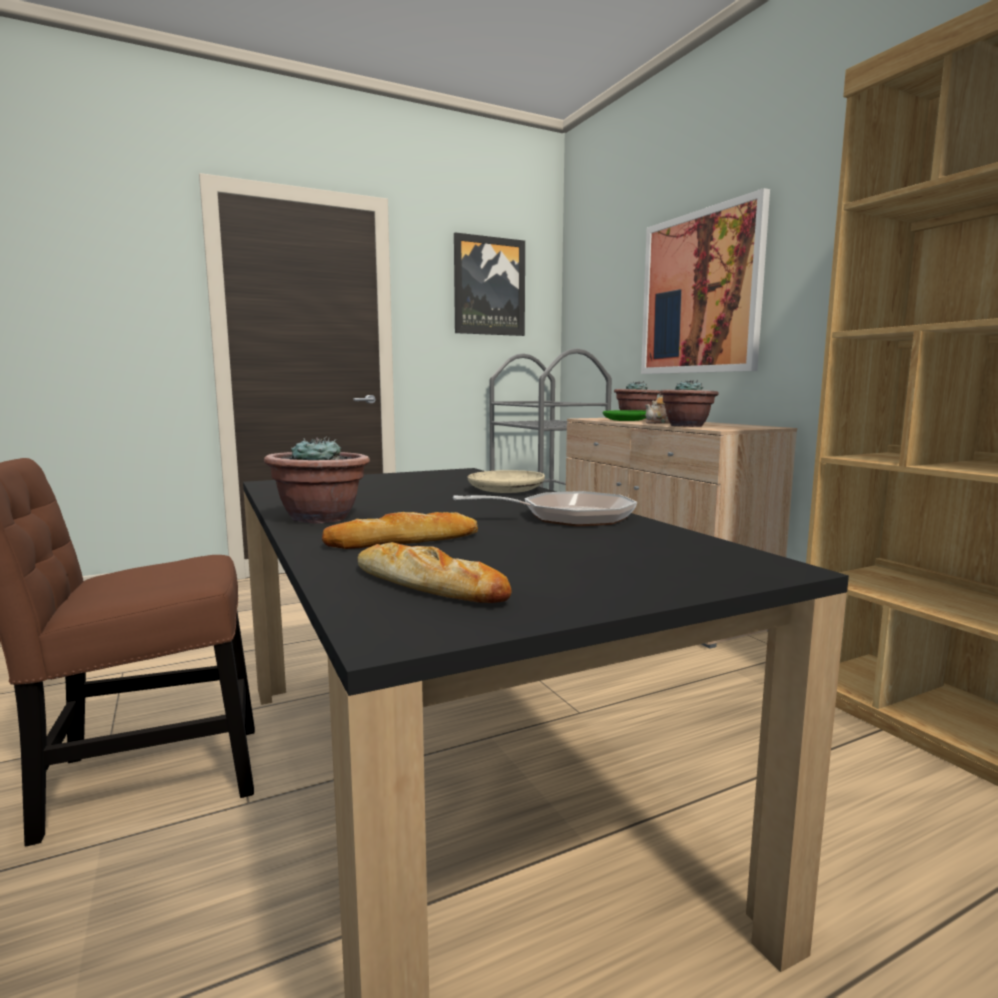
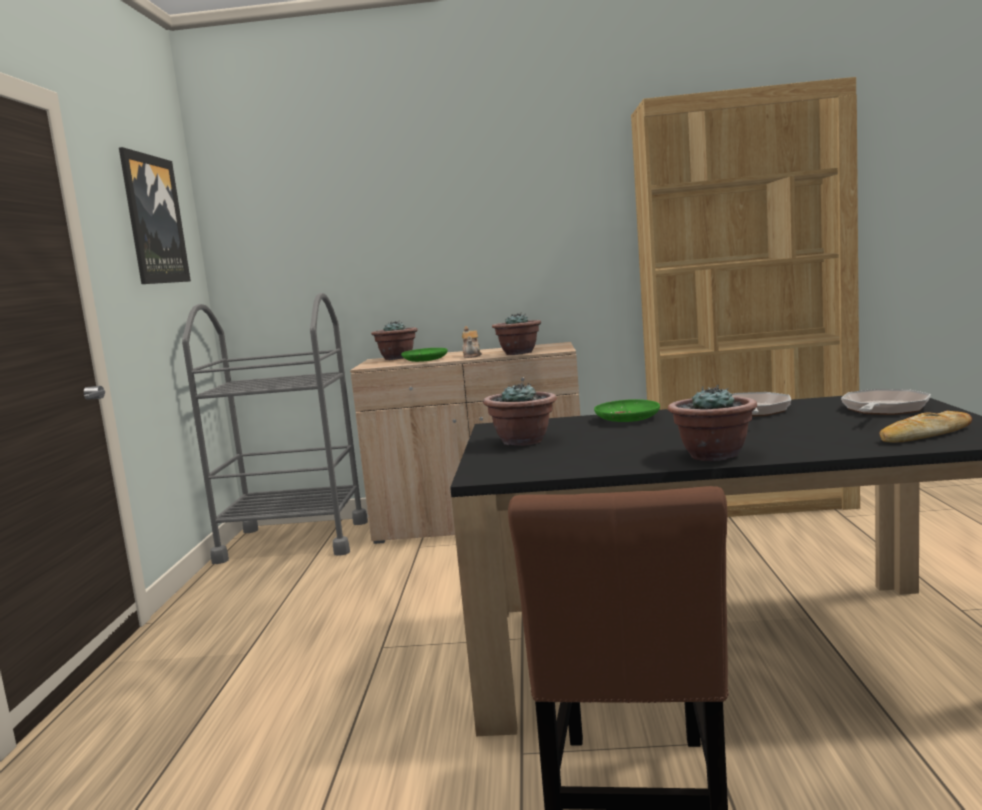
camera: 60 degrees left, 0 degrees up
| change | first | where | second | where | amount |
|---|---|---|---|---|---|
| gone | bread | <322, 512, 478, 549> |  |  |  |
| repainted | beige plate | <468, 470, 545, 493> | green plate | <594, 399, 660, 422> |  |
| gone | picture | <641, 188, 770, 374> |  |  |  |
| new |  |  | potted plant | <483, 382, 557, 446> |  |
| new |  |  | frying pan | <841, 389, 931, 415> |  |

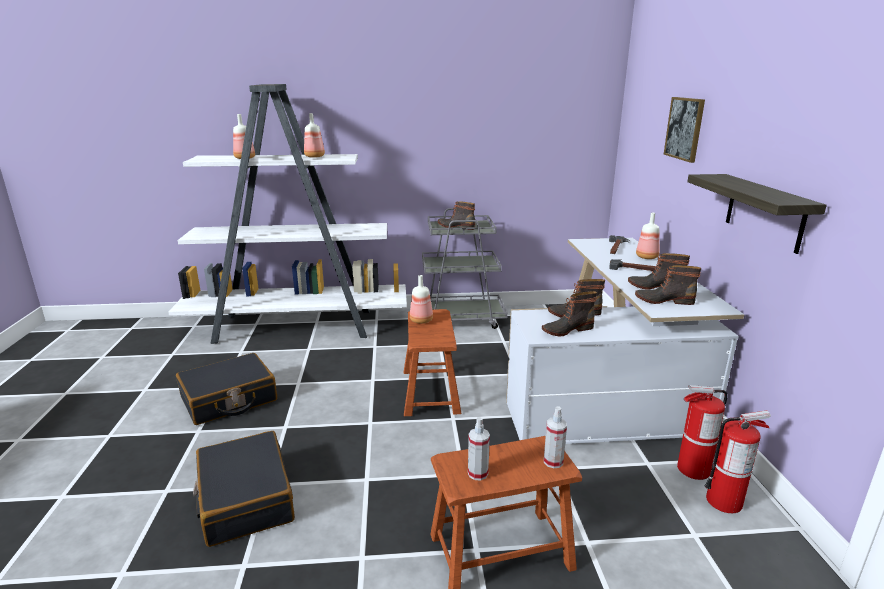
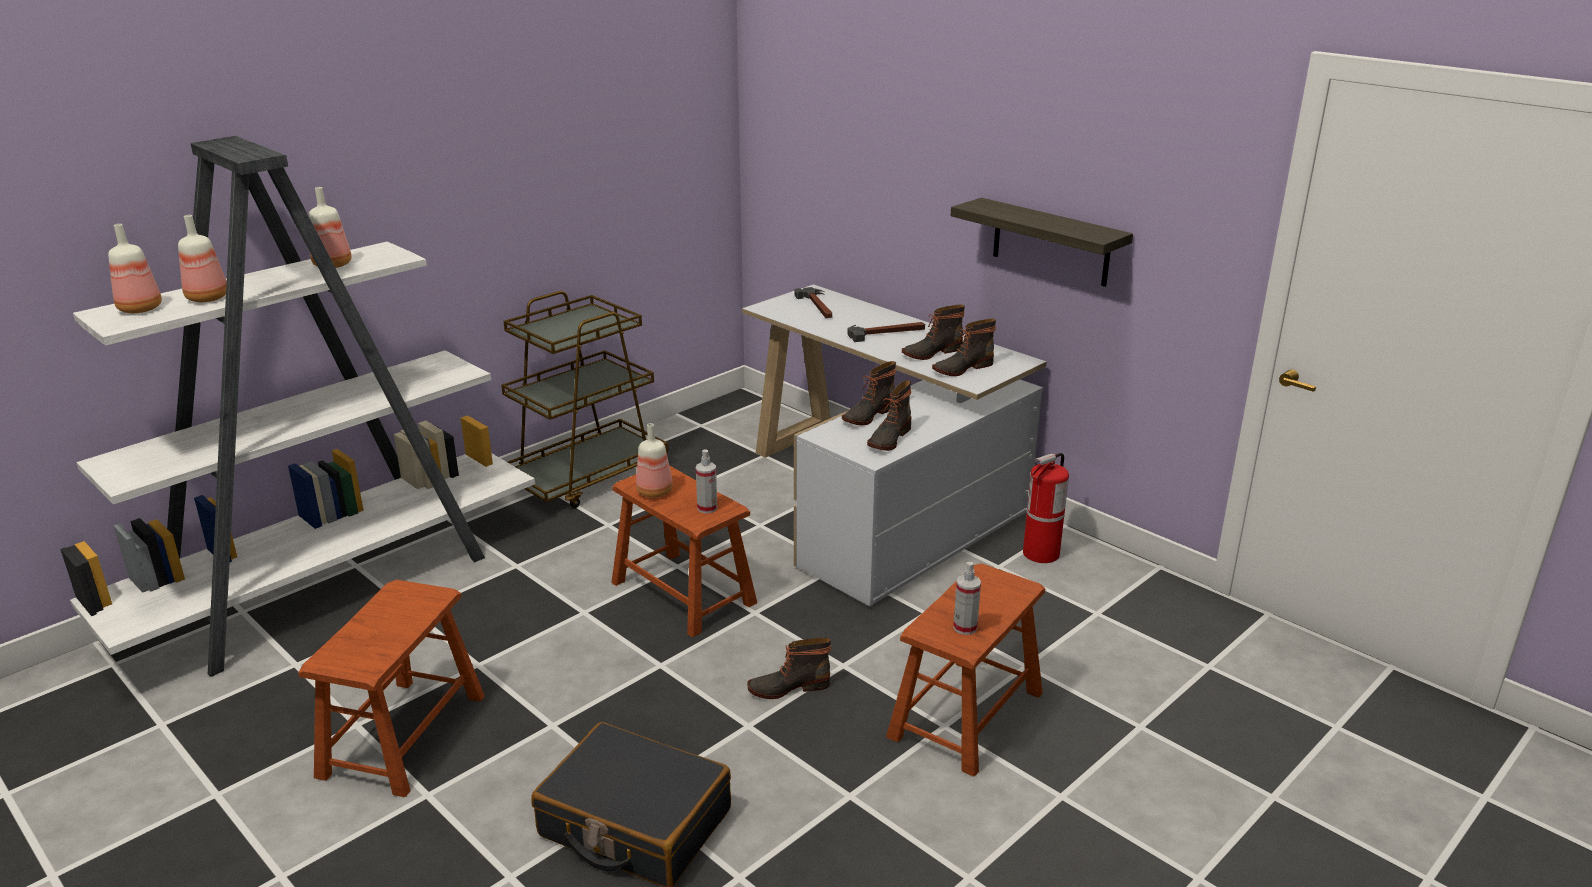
camera: 40 degrees left, 5 degrees up
| change | first | where | second | where | amount |
|---|---|---|---|---|---|
| swapped | black suitcase | <176, 353, 277, 425> | brown stool | <298, 580, 485, 797> |  |
| repainted | grey cart | <422, 208, 508, 329> | brown cart | <501, 291, 669, 508> |  |
| shifted | boot | <438, 201, 475, 230> |  | <747, 637, 831, 699> |  |
| shifted | spray bottle | <544, 406, 567, 468> |  | <696, 449, 717, 513> |  |
| shifted | bottle | <636, 213, 660, 259> |  | <108, 224, 162, 313> |  |
| gone | picture | <664, 97, 705, 163> |  |  |  |
| gone | fire extinguisher | <705, 410, 771, 513> |  |  |  |

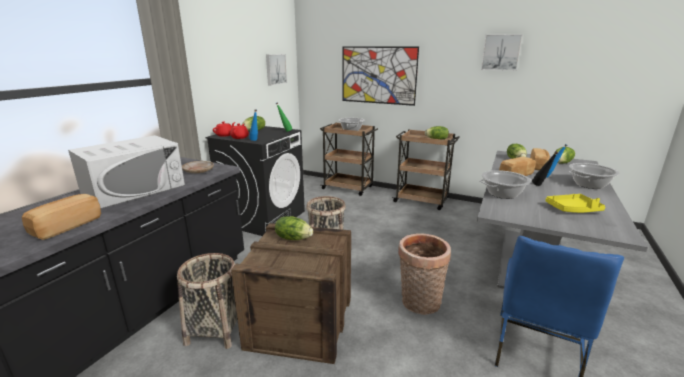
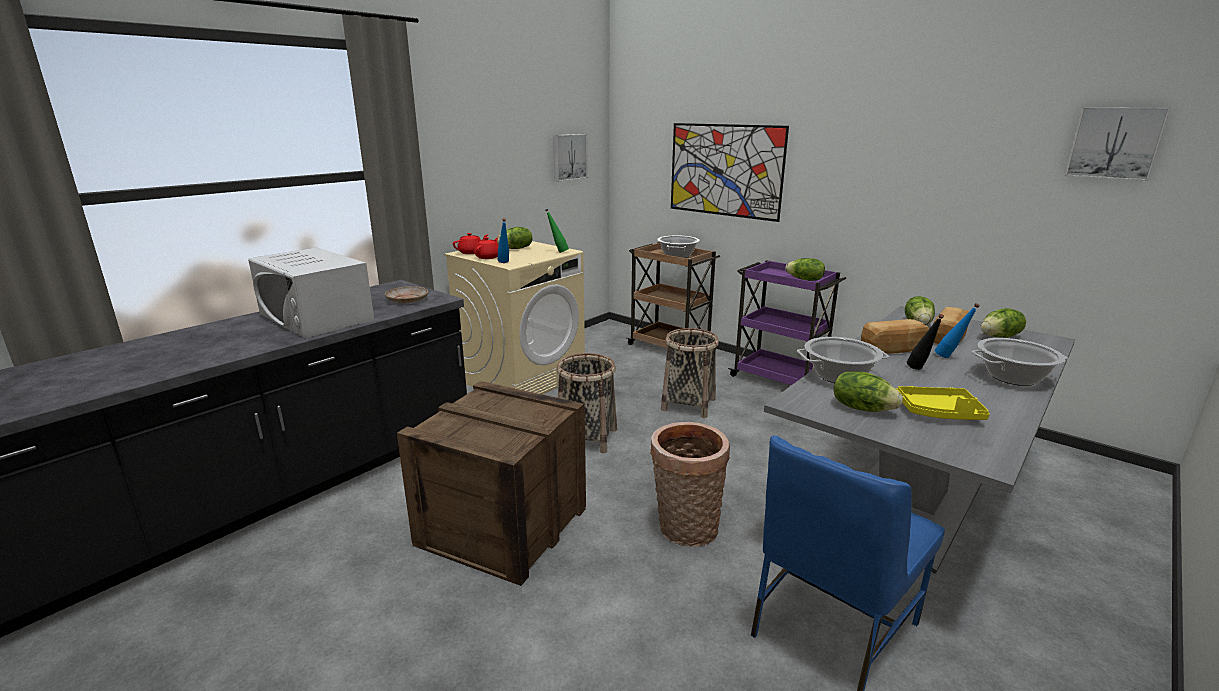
camera: 15 degrees right, 0 degrees up
| change | first | where | second | where | amount |
|---|---|---|---|---|---|
| gone | bread | <22, 194, 101, 240> |  |  |  |
| rotated | white microwave | <68, 135, 185, 209> |  | <248, 247, 374, 338> | 75 degrees clockwise |
| shifted | basket | <177, 253, 237, 349> |  | <661, 328, 719, 418> |  |
| repainted | black washing machine | <205, 126, 305, 236> | beige washing machine | <444, 241, 585, 394> |  |
| shifted | lettuce | <275, 216, 313, 240> |  | <834, 371, 903, 412> |  |
| repainted | brown cart | <392, 129, 460, 210> | purple cart | <728, 260, 846, 385> |  |
| shifted | picture | <481, 34, 523, 71> |  | <1065, 107, 1171, 181> |  |

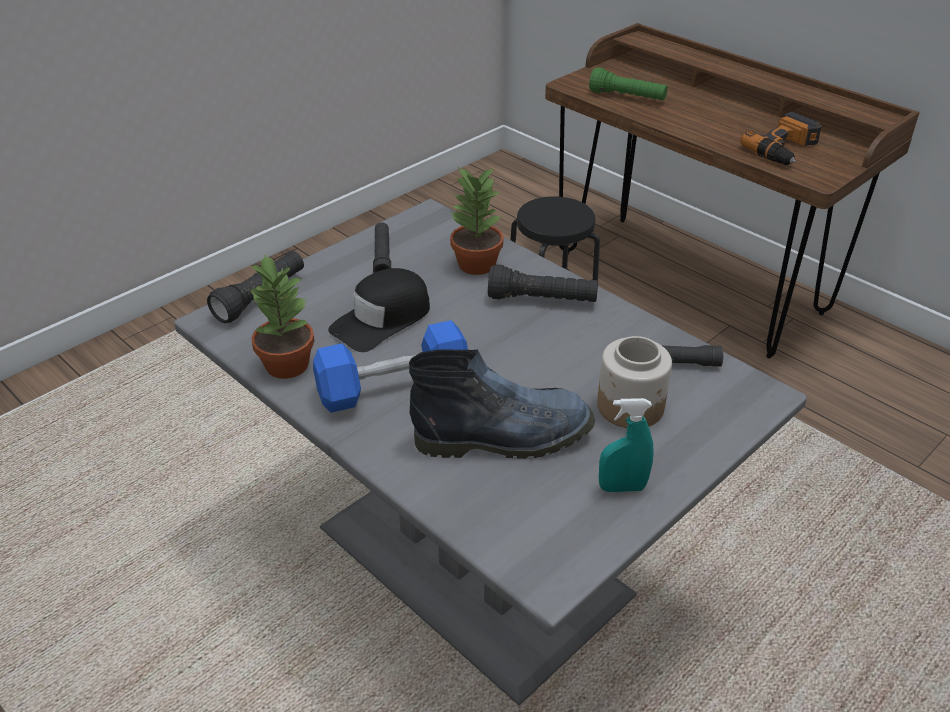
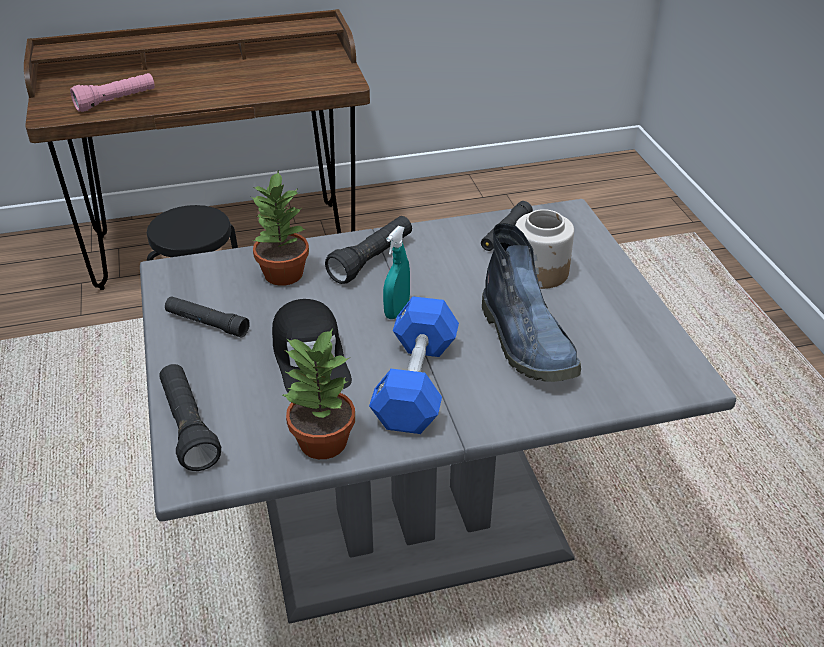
camera: 60 degrees left, 0 degrees up
| change | first | where | second | where | amount |
|---|---|---|---|---|---|
| rotated | boot | <409, 349, 595, 459> |  | <482, 223, 581, 382> | 135 degrees clockwise |
| repainted | green flashlight | <589, 67, 668, 100> | pink flashlight | <70, 73, 155, 112> |  |
| shifted | turquoise spray bottle | <599, 398, 653, 492> |  | <383, 226, 410, 319> |  |
| gone | power drill | <740, 112, 822, 165> |  |  |  |

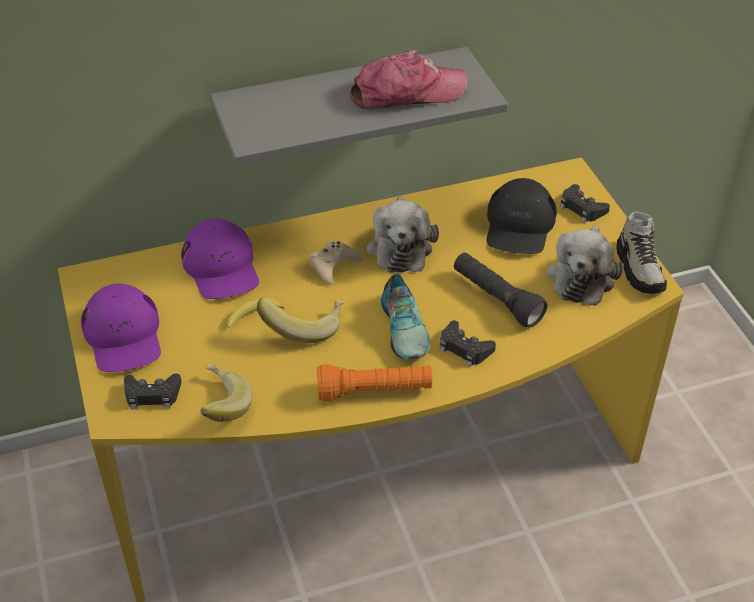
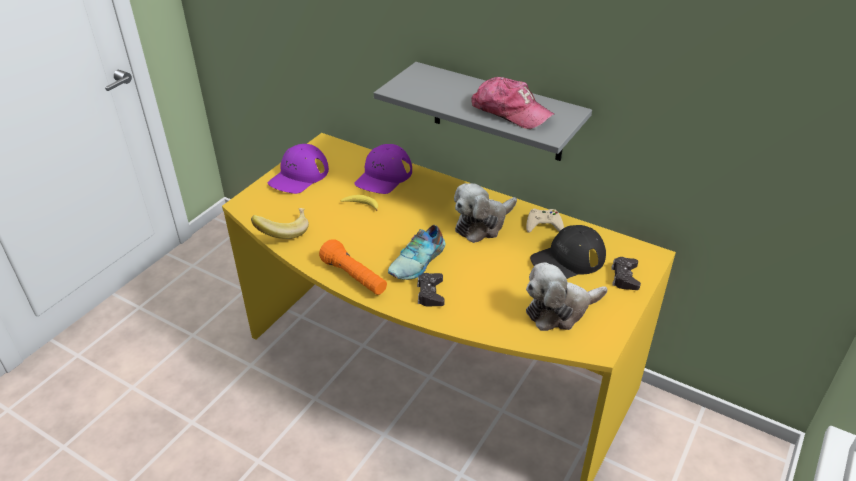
camera: 50 degrees right, 5 degrees down
| change | first | where | second | where | amount |
|---|---|---|---|---|---|
| gone | black game controller | <124, 373, 182, 410> |  |  |  |
| gone | banana | <257, 298, 343, 343> |  |  |  |
| shifted | beige game controller | <309, 240, 362, 285> |  | <526, 209, 564, 233> |  |
| gone | black flashlight | <454, 252, 547, 328> |  |  |  |
| gone | shoe | <616, 211, 667, 294> |  |  |  |

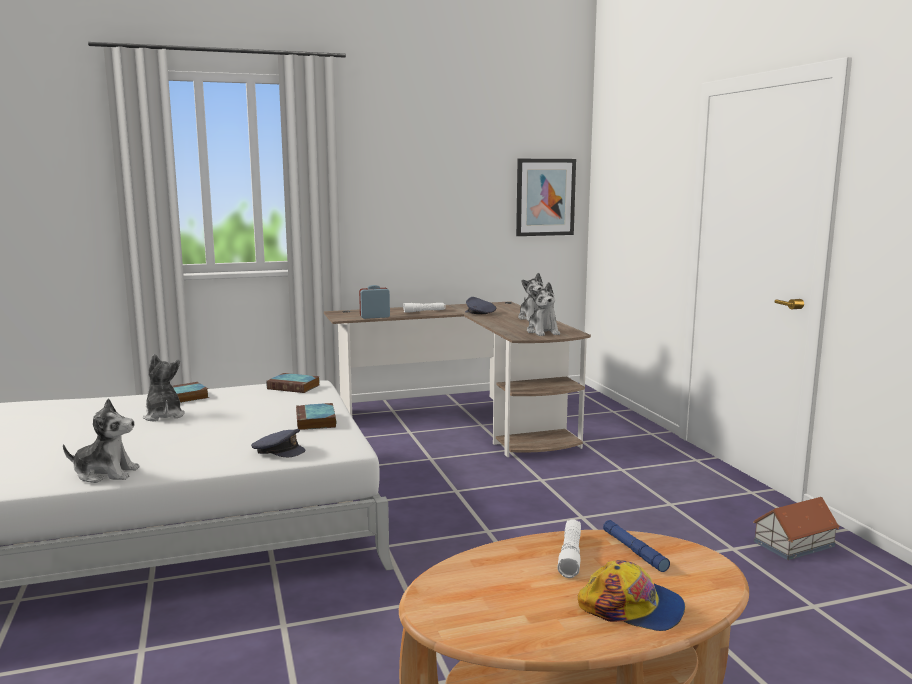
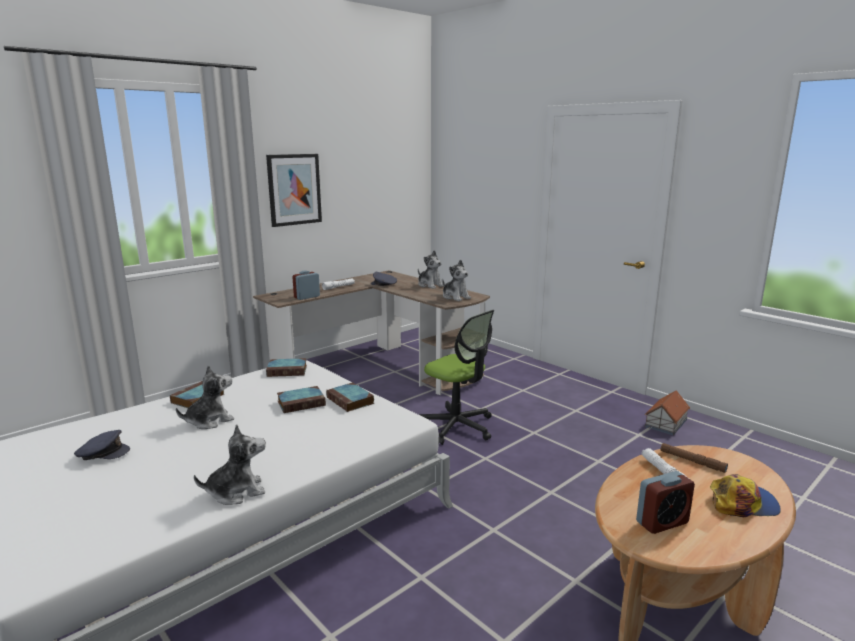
camera: 25 degrees left, 5 degrees up
| change | first | where | second | where | amount |
|---|---|---|---|---|---|
| rotated | plush toy | <143, 354, 185, 422> |  | <176, 365, 234, 429> | 105 degrees clockwise |
| shifted | grey cap | <251, 429, 305, 457> |  | <74, 430, 130, 460> |  |
| shifted | picture | <516, 159, 576, 236> |  | <266, 154, 322, 227> |  |
| repainted | blue flashlight | <603, 520, 670, 572> | brown flashlight | <660, 443, 728, 473> |  |
| new |  |  | book | <277, 386, 326, 413> |  |
| new |  |  | office chair | <419, 310, 494, 445> |  |
| new |  |  | alarm clock | <636, 471, 695, 534> |  |

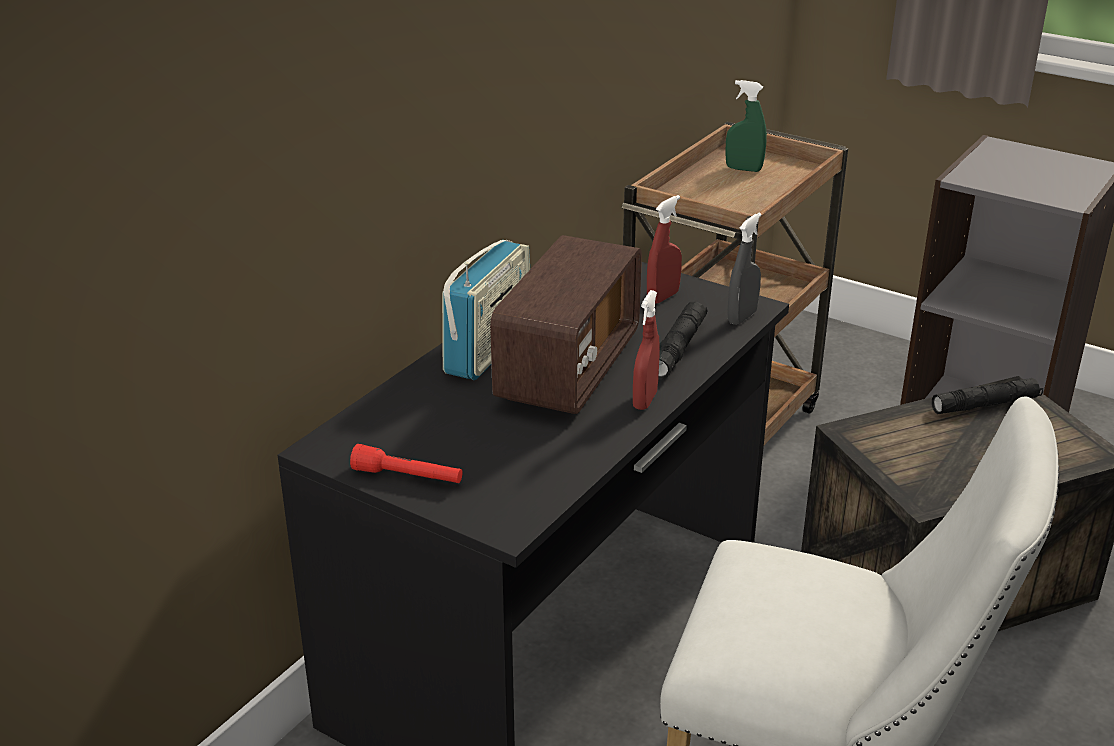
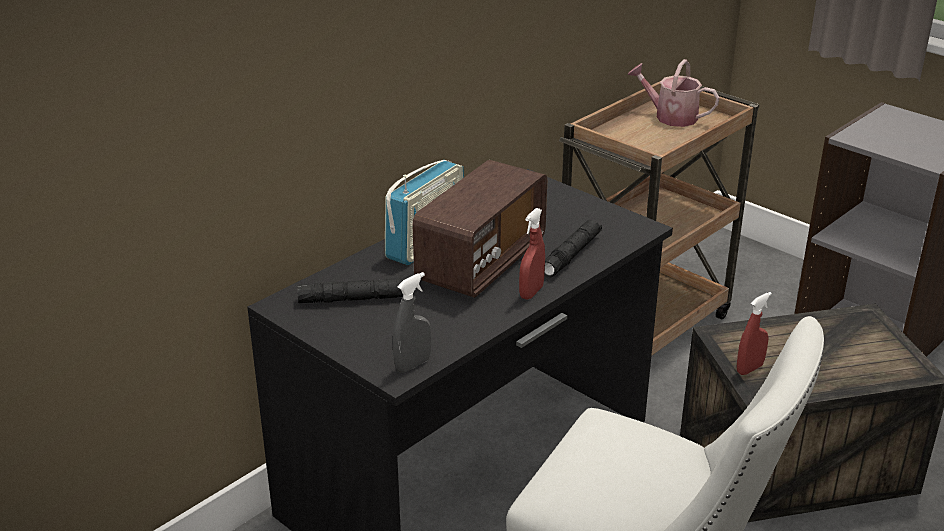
camera: 10 degrees right, 0 degrees up
| change | first | where | second | where | amount |
|---|---|---|---|---|---|
| gone | red flashlight | <350, 444, 462, 483> |  |  |  |
| shifted | red spray bottle | <647, 195, 682, 304> |  | <737, 292, 772, 375> |  |
| swapped | green spray bottle | <725, 80, 767, 172> | watering can | <627, 59, 720, 127> |  |
| shifted | grey spray bottle | <727, 213, 761, 325> |  | <393, 272, 431, 373> |  |
| shifted | black flashlight | <932, 378, 1043, 414> |  | <297, 278, 403, 303> |  |

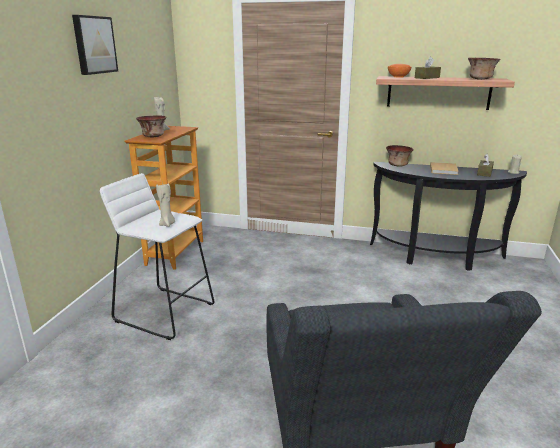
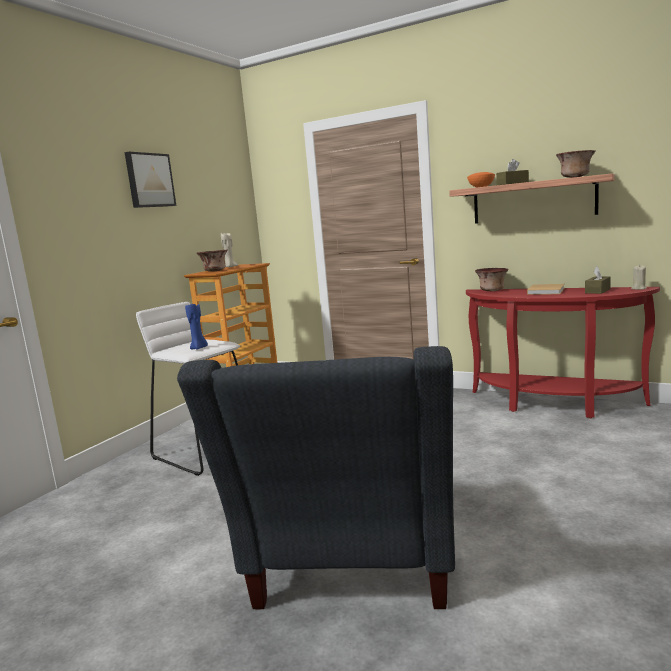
camera: 15 degrees right, 10 degrees down
| change | first | where | second | where | amount |
|---|---|---|---|---|---|
| repainted | beige candle | <156, 183, 175, 227> | blue candle | <185, 304, 208, 349> |  |
| repainted | black console table | <370, 162, 527, 271> | red console table | <466, 287, 660, 418> |  |

